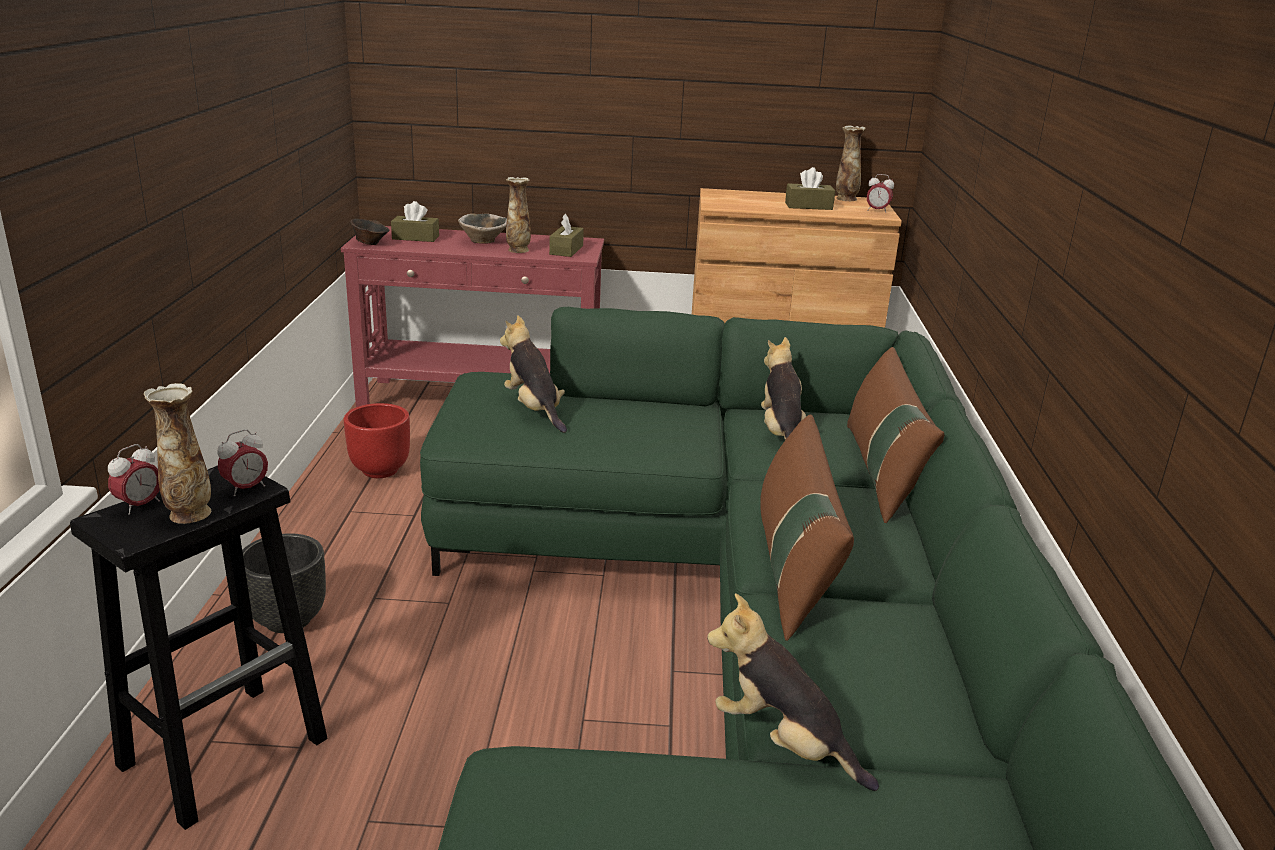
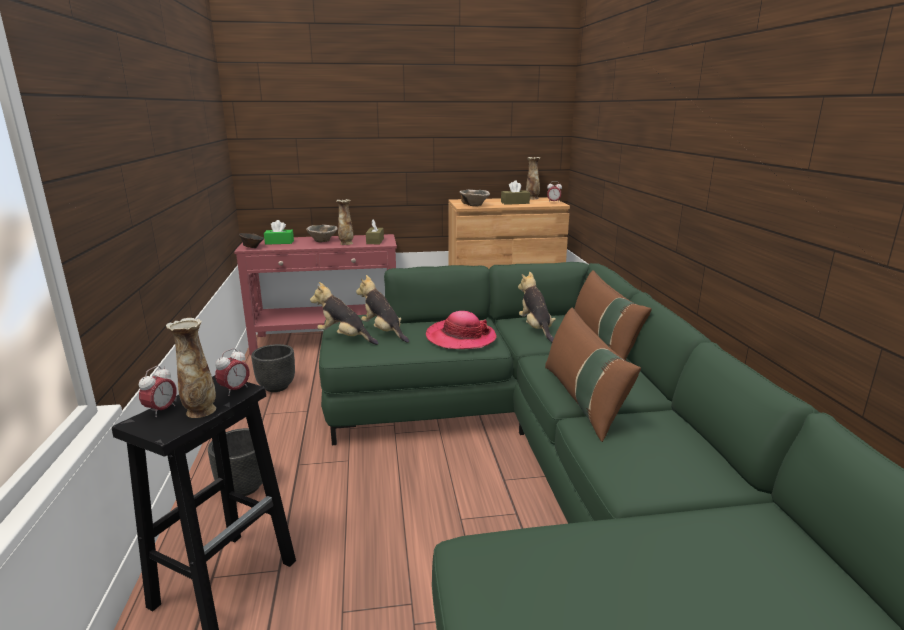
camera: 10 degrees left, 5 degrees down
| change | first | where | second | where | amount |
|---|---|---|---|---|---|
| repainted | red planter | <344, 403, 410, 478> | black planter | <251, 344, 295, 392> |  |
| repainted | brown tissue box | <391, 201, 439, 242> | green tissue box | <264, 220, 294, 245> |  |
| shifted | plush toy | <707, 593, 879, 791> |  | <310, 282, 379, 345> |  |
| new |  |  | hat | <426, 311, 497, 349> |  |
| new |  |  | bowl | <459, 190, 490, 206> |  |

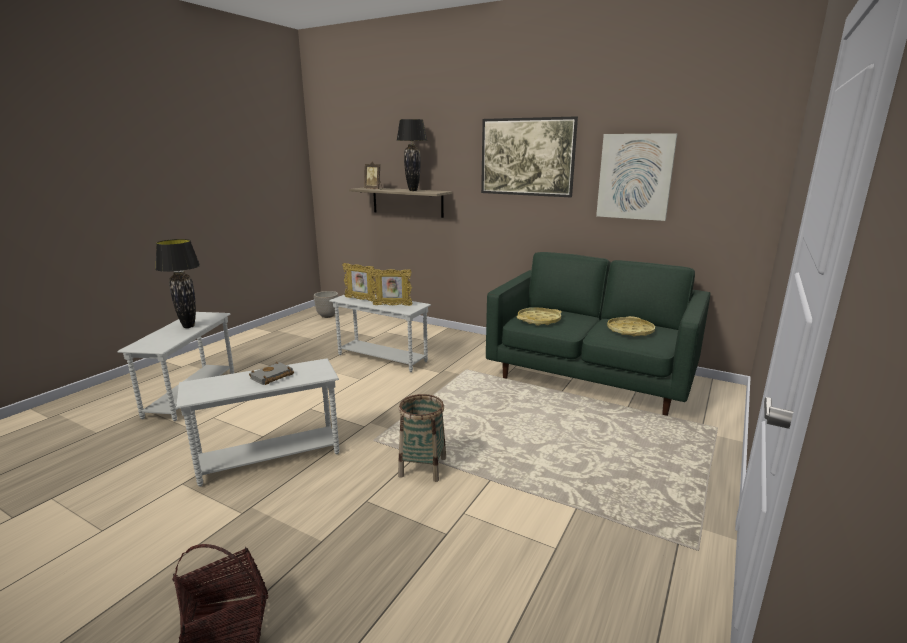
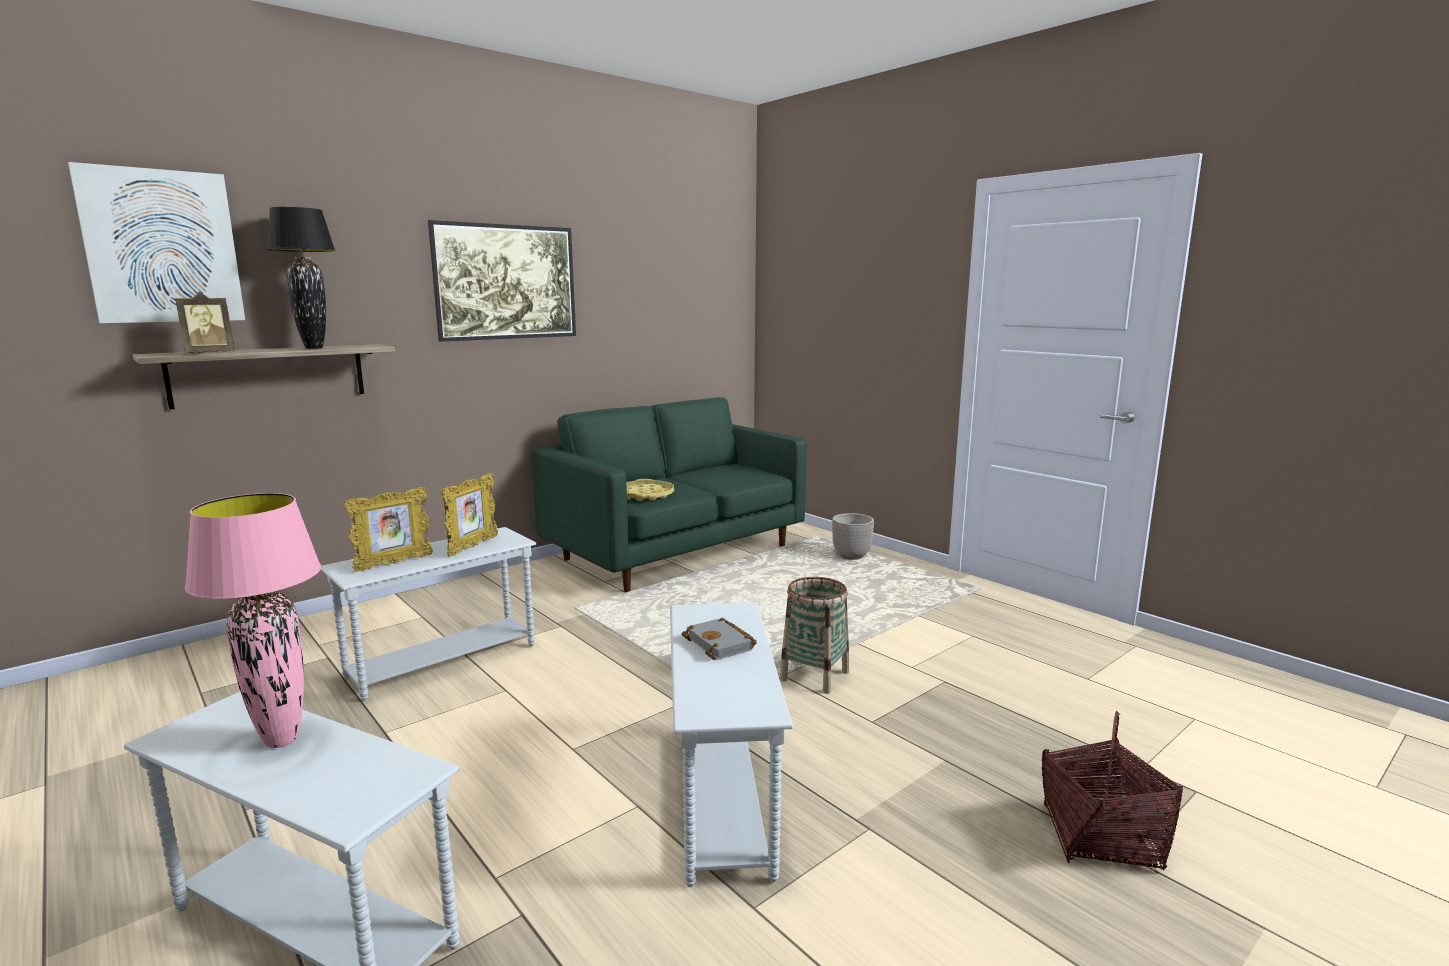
camera: 70 degrees left, 5 degrees down
| change | first | where | second | where | amount |
|---|---|---|---|---|---|
| repainted | black table lamp | <155, 239, 200, 328> | pink table lamp | <185, 493, 321, 748> |  |
| shifted | planter | <314, 291, 338, 318> |  | <832, 513, 874, 560> |  |
| shifted | picture | <596, 133, 677, 221> |  | <68, 162, 245, 323> |  |
| gone | yellow tray | <607, 316, 655, 337> |  |  |  |

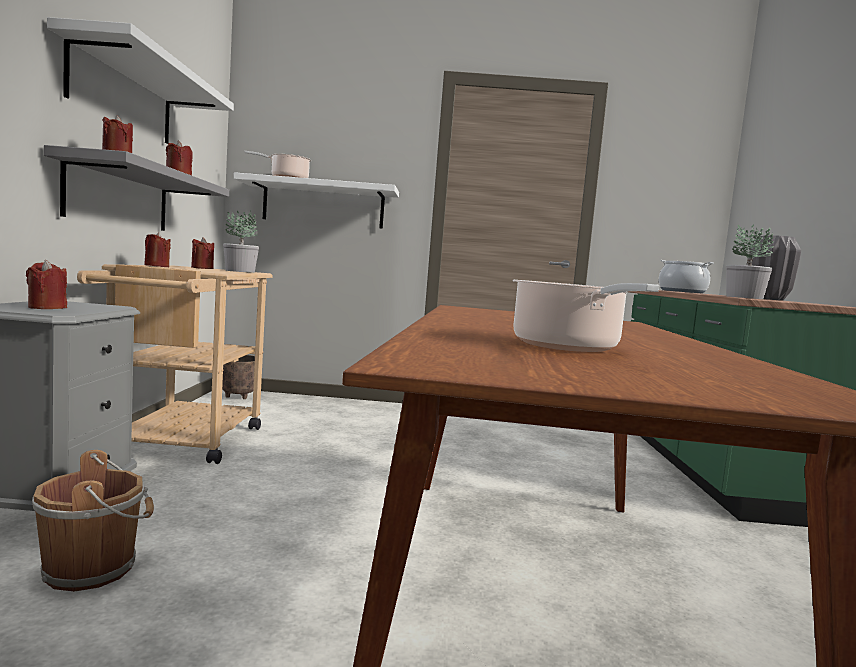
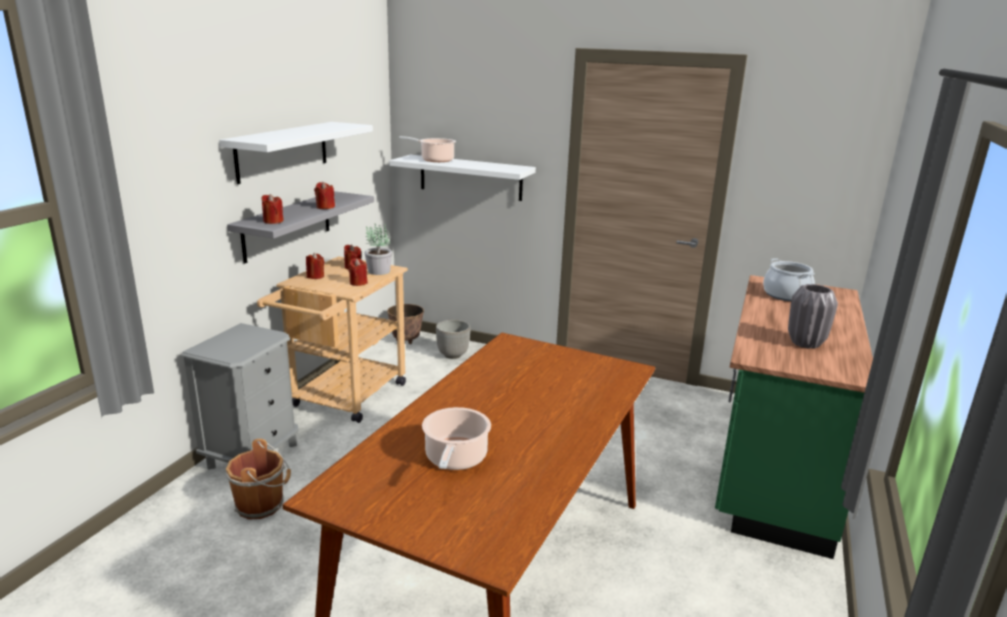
camera: 20 degrees right, 15 degrees up
| change | first | where | second | where | amount |
|---|---|---|---|---|---|
| shifted | red candle | <26, 260, 67, 309> |  | <348, 258, 368, 286> |  |
| gone | potted plant | <726, 224, 773, 299> |  |  |  |
| new |  |  | planter | <436, 320, 471, 359> |  |

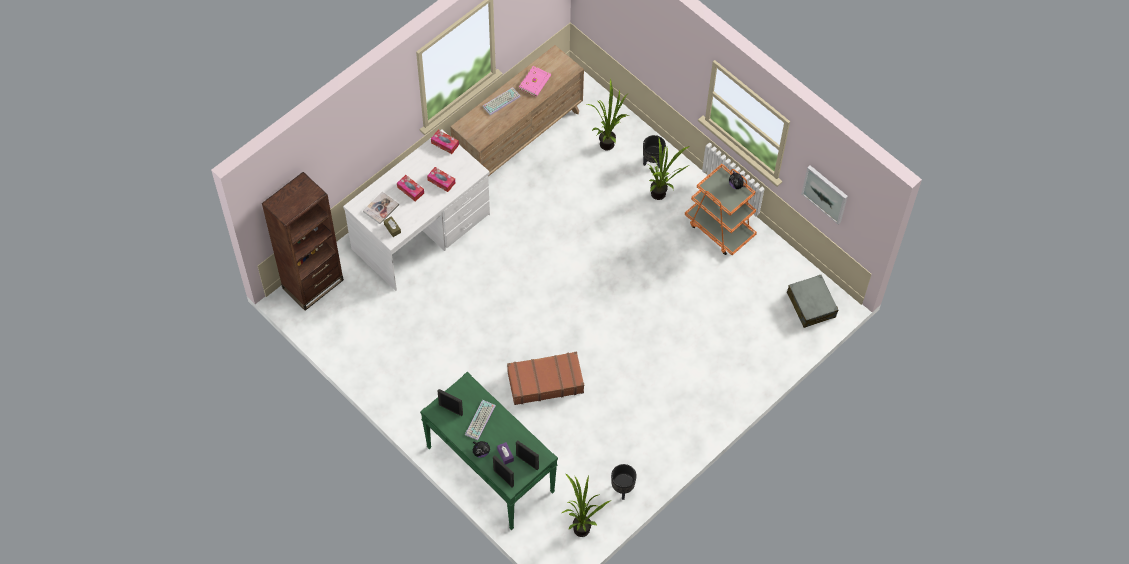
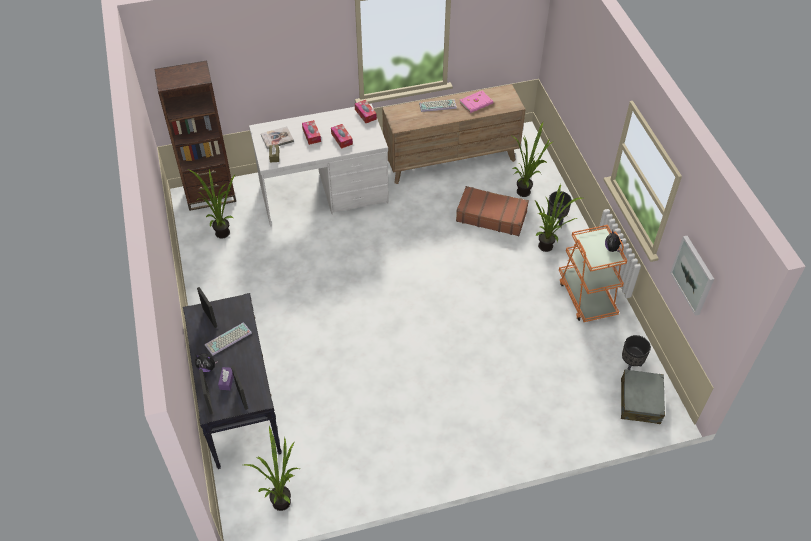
camera: 30 degrees right, 10 degrees down
| change | first | where | second | where | amount |
|---|---|---|---|---|---|
| repainted | green console table | <420, 372, 558, 530> | black console table | <183, 293, 282, 469> |  |
| shifted | brown suitcase | <507, 351, 584, 405> |  | <456, 186, 529, 236> |  |
| shifted | black planter | <611, 464, 637, 500> |  | <622, 335, 651, 370> |  |
| new |  |  | potted plant | <189, 168, 235, 239> |  |

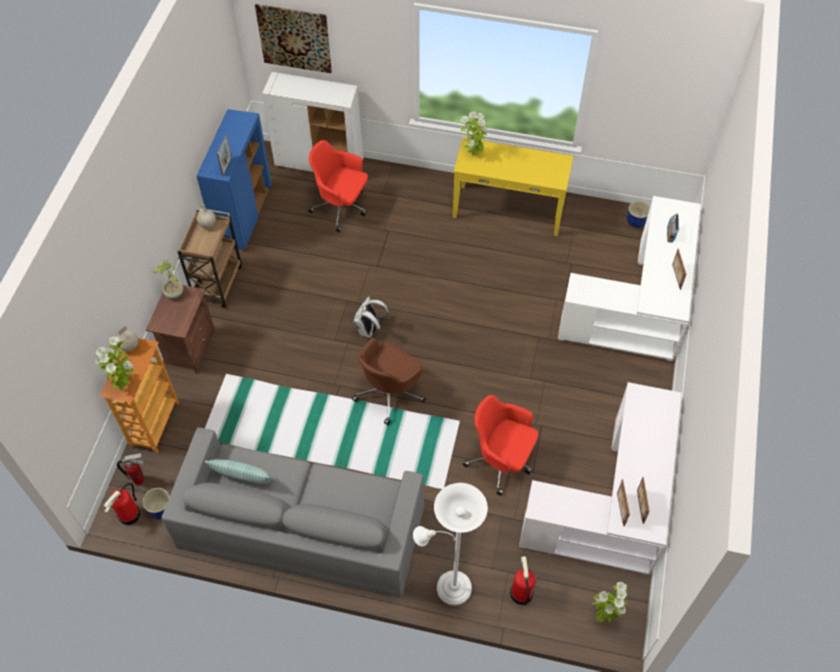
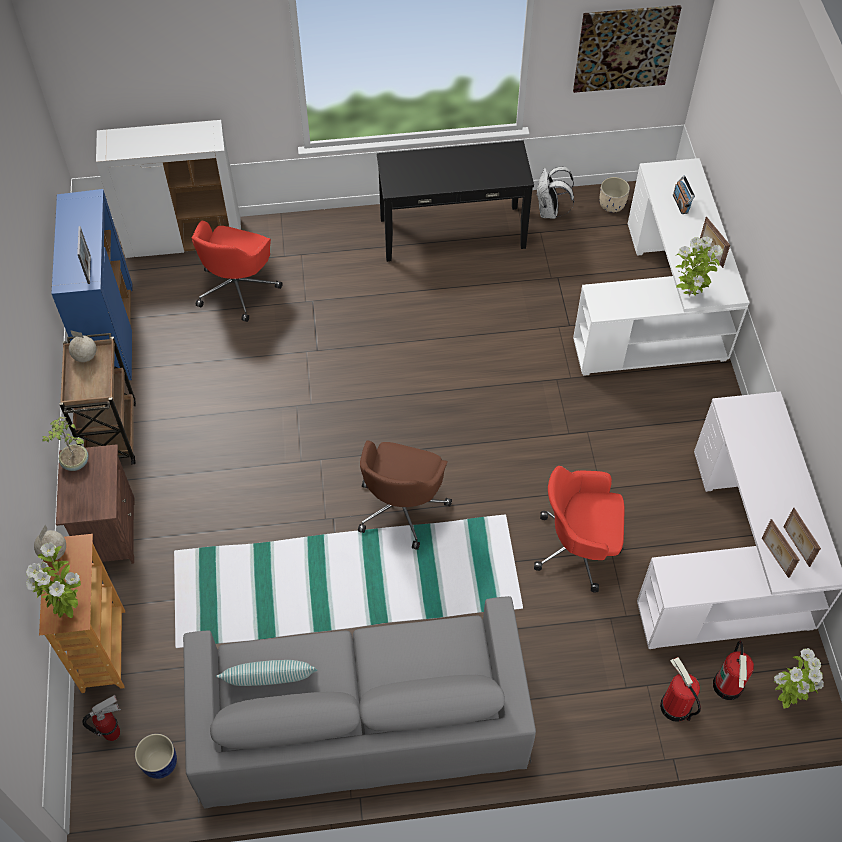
camera: 20 degrees left, 0 degrees up
| change | first | where | second | where | amount |
|---|---|---|---|---|---|
| shifted | fire extinguisher | <103, 483, 140, 525> |  | <713, 641, 754, 700> |  |
| shifted | picture | <255, 4, 332, 73> |  | <573, 5, 682, 93> |  |
| rotated | red office chair | <308, 140, 368, 232> |  | <192, 221, 282, 322> | 75 degrees counterclockwise |
| shifted | white backpack | <354, 296, 390, 338> |  | <537, 166, 574, 219> |  |
| gone | white floor lamp | <413, 483, 488, 606> |  |  |  |
| repainted | yellow console table | <453, 138, 573, 236> | black console table | <377, 140, 534, 262> |  |
| shifted | potted plant | <460, 111, 488, 155> |  | <676, 237, 723, 296> |  |
| repainted | blue planter | <627, 201, 650, 228> | beige planter | <600, 177, 630, 212> |  |

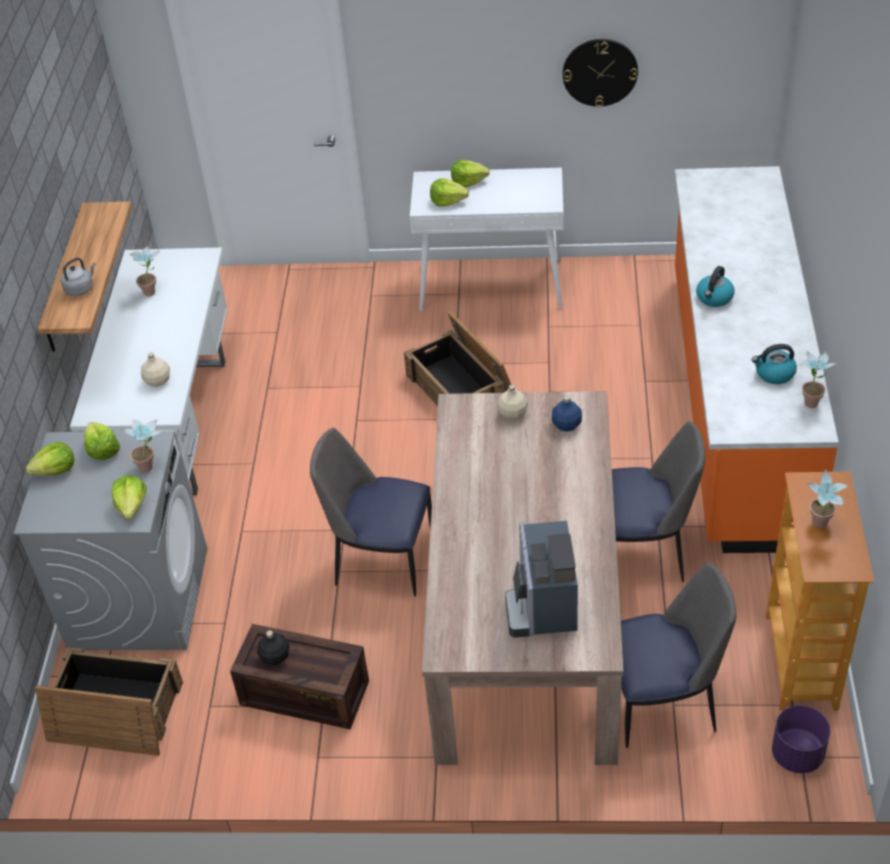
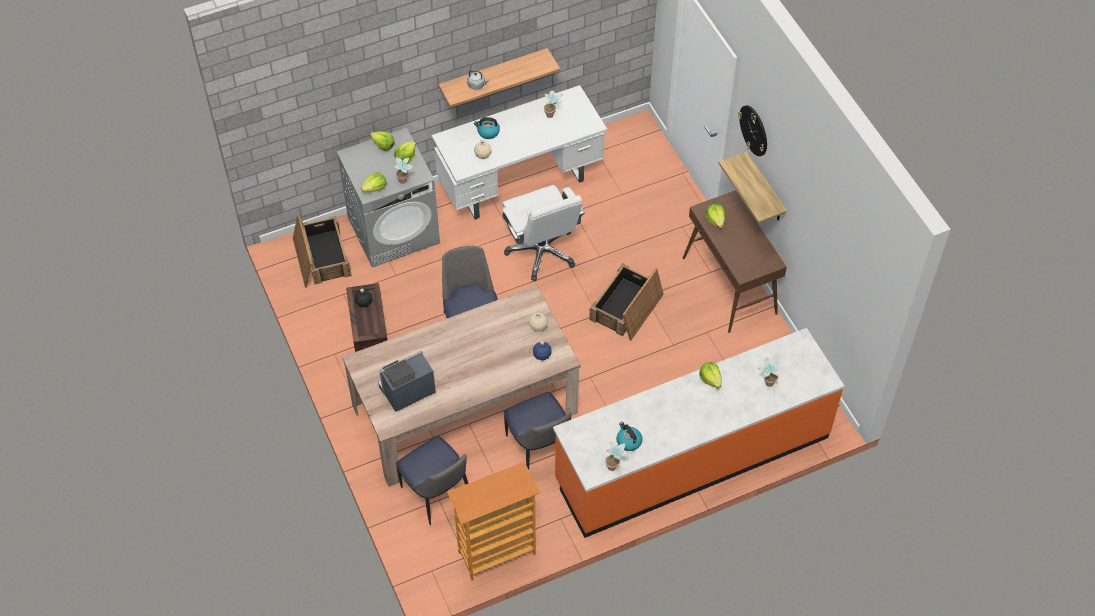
camera: 60 degrees right, 10 degrees up
| change | first | where | second | where | amount |
|---|---|---|---|---|---|
| repainted | white console table | <410, 168, 564, 311> | brown console table | <683, 190, 787, 333> |  |
| shifted | lettuce | <451, 160, 490, 187> |  | <699, 362, 722, 388> |  |
| shifted | wall clock | <563, 39, 638, 107> |  | <738, 105, 767, 156> |  |
| shifted | kettle | <696, 266, 734, 307> |  | <474, 117, 500, 139> |  |
| gone | purple planter | <772, 705, 830, 773> |  |  |  |
| shifted | potted plant | <807, 469, 848, 528> |  | <758, 357, 780, 387> |  |
| new |  |  | white office chair | <502, 185, 584, 281> |  |
| new |  |  | shelf | <719, 151, 787, 223> |  |

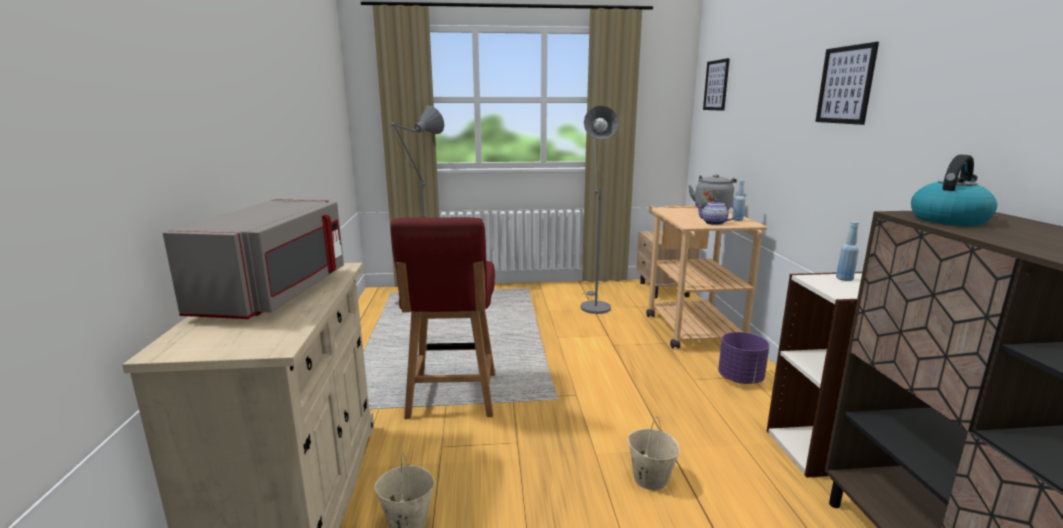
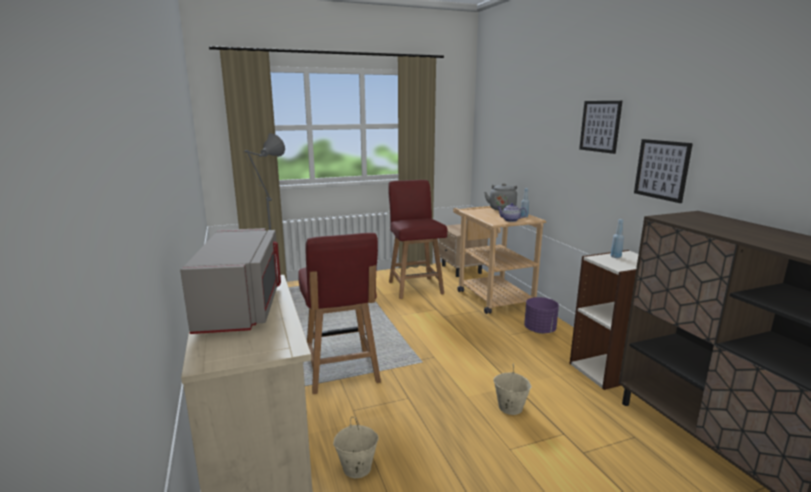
camera: 15 degrees left, 0 degrees up
| change | first | where | second | where | amount |
|---|---|---|---|---|---|
| swapped | grey floor lamp | <580, 106, 619, 314> | red chair | <388, 180, 447, 299> |  |
| shifted | picture | <703, 58, 730, 111> |  | <634, 139, 693, 203> |  |
| gone | kettle | <911, 155, 997, 226> |  |  |  |

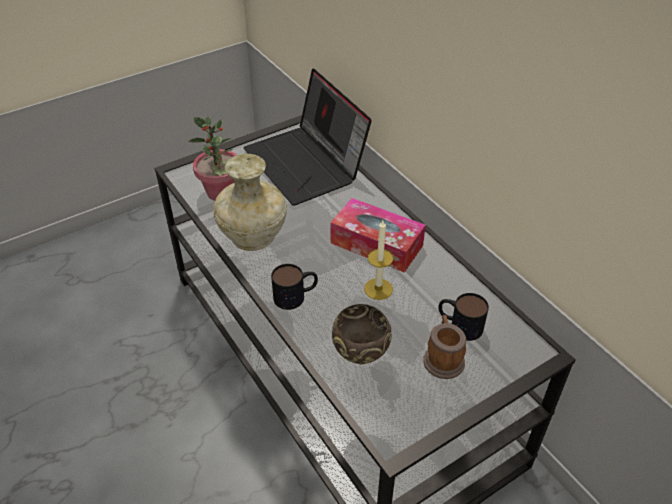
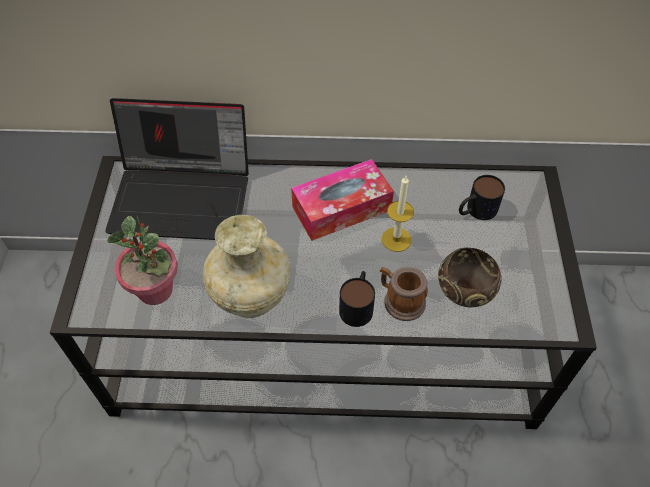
camera: 55 degrees left, 10 degrees up
| change | first | where | second | where | amount |
|---|---|---|---|---|---|
| shifted | mug | <423, 315, 466, 379> |  | <380, 267, 428, 321> |  |

